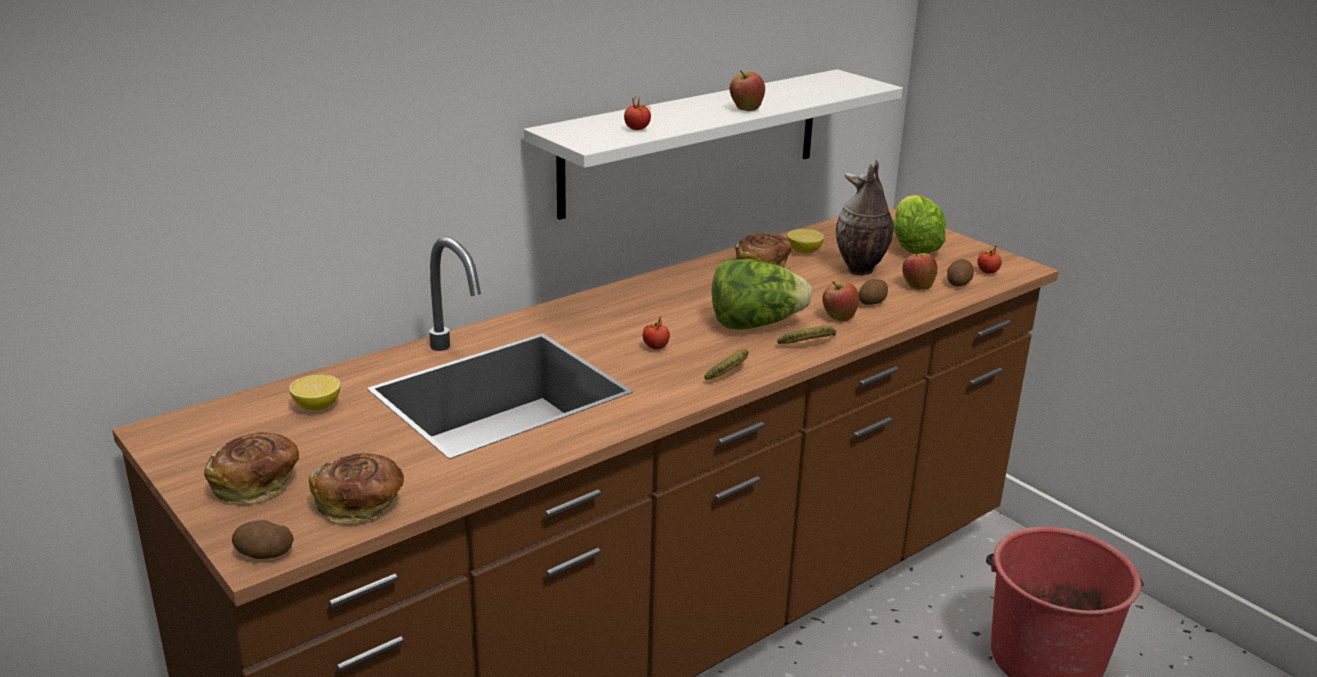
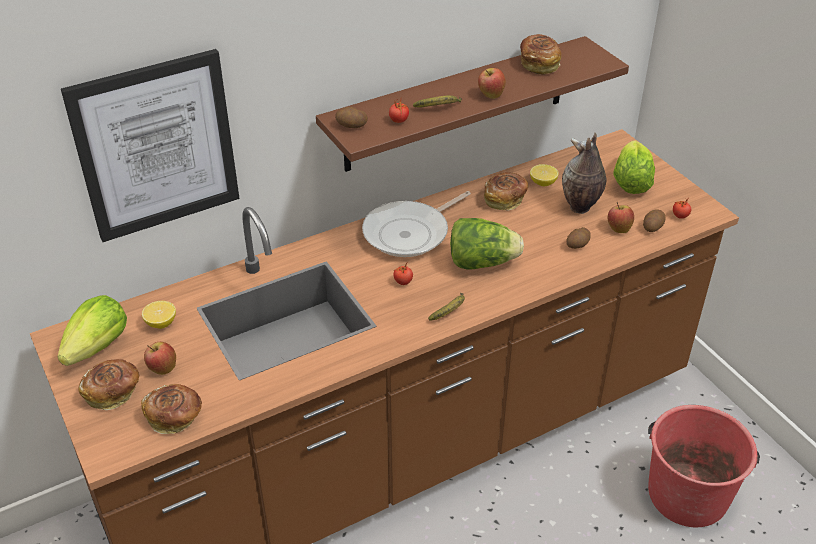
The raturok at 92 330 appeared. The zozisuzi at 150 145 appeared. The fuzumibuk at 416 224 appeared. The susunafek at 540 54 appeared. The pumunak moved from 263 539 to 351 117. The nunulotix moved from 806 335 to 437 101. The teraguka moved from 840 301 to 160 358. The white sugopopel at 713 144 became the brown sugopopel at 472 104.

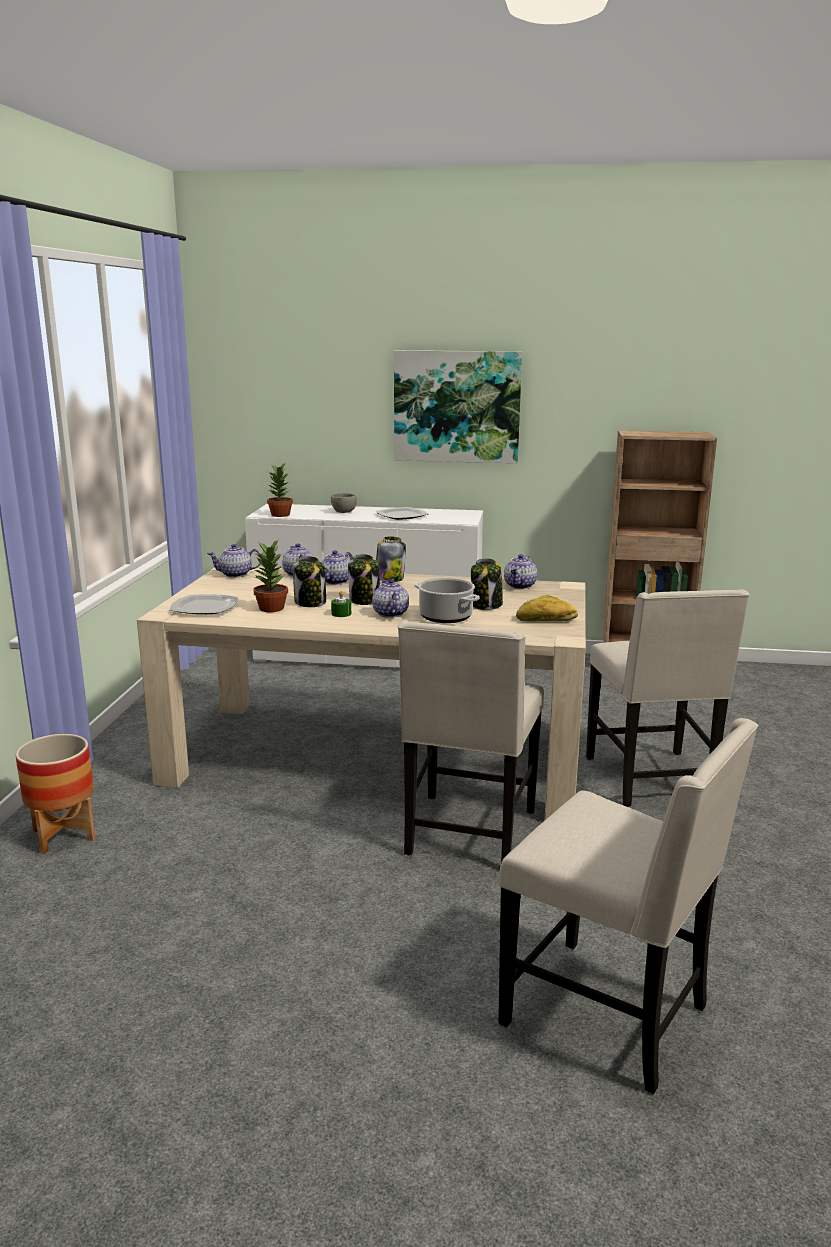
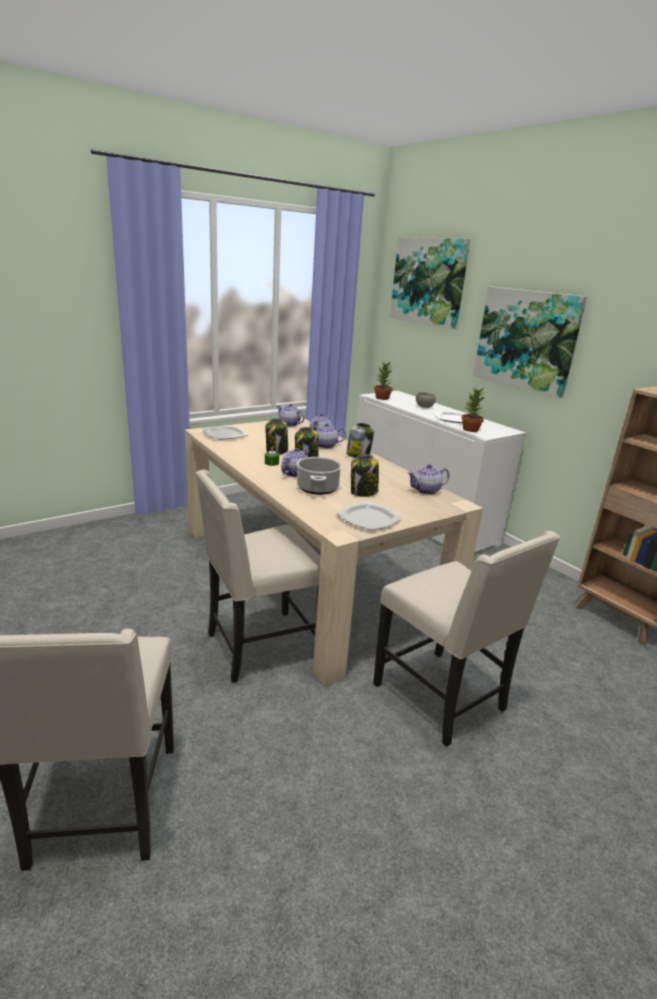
The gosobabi at 55 794 disappeared. The zozisuzi at 430 283 appeared. The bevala moved from 270 576 to 473 409. The susunafek at 547 608 was replaced by the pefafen at 369 516. The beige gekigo at 668 698 turned 75 degrees counterclockwise.

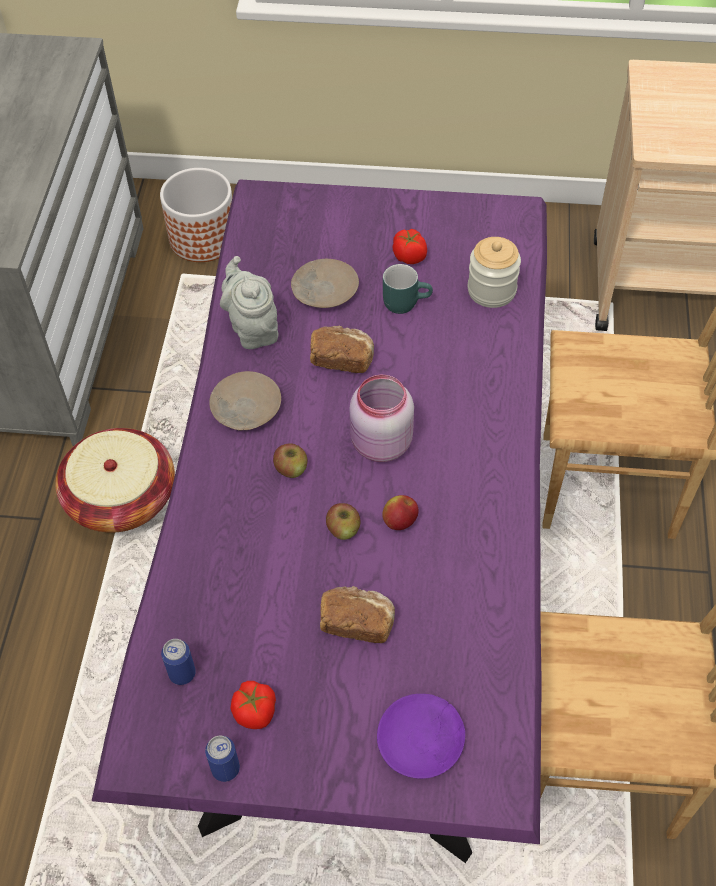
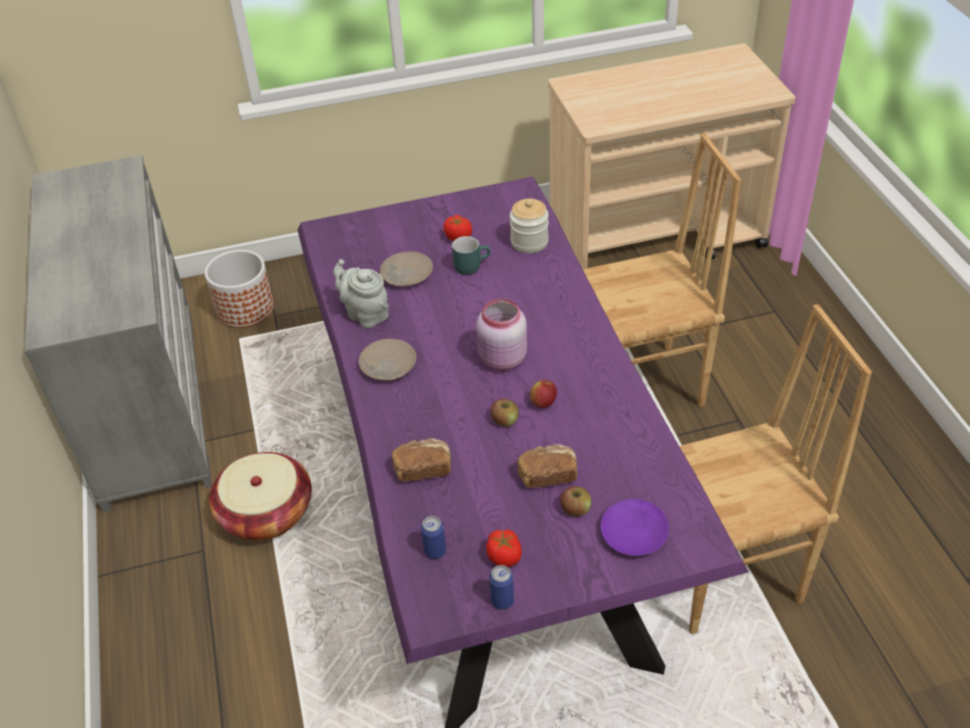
The teraguka moved from 290 460 to 575 501. The susunafek moved from 342 349 to 421 460.

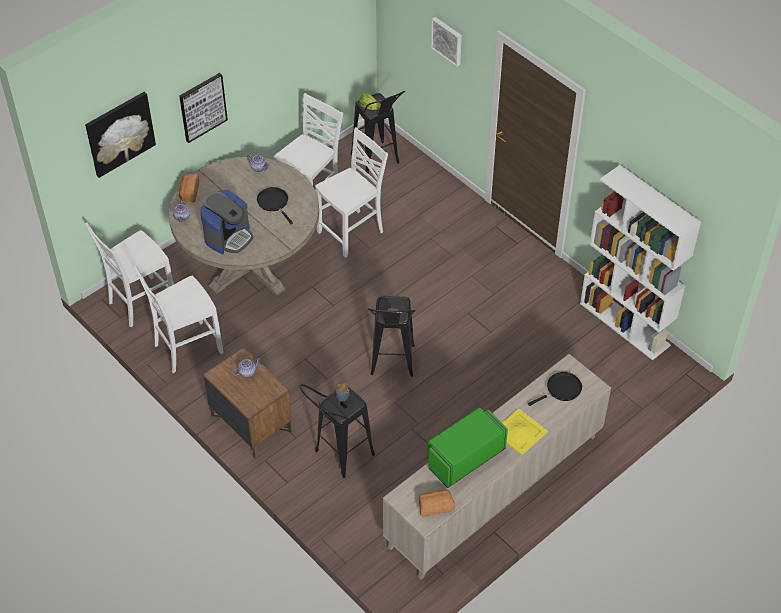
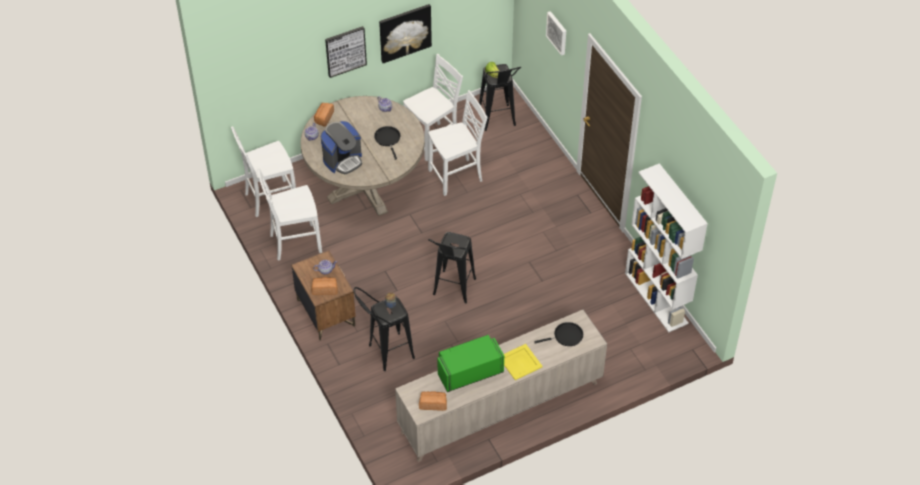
The susunafek at 324 286 appeared. The zozisuzi moved from 120 135 to 405 33.

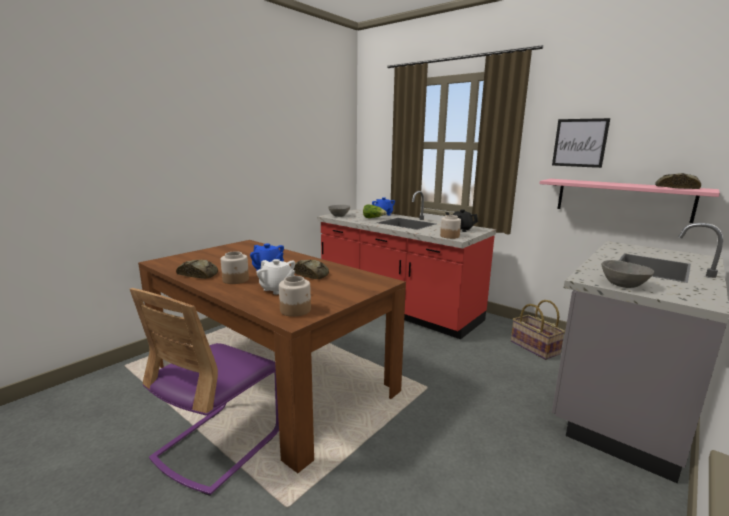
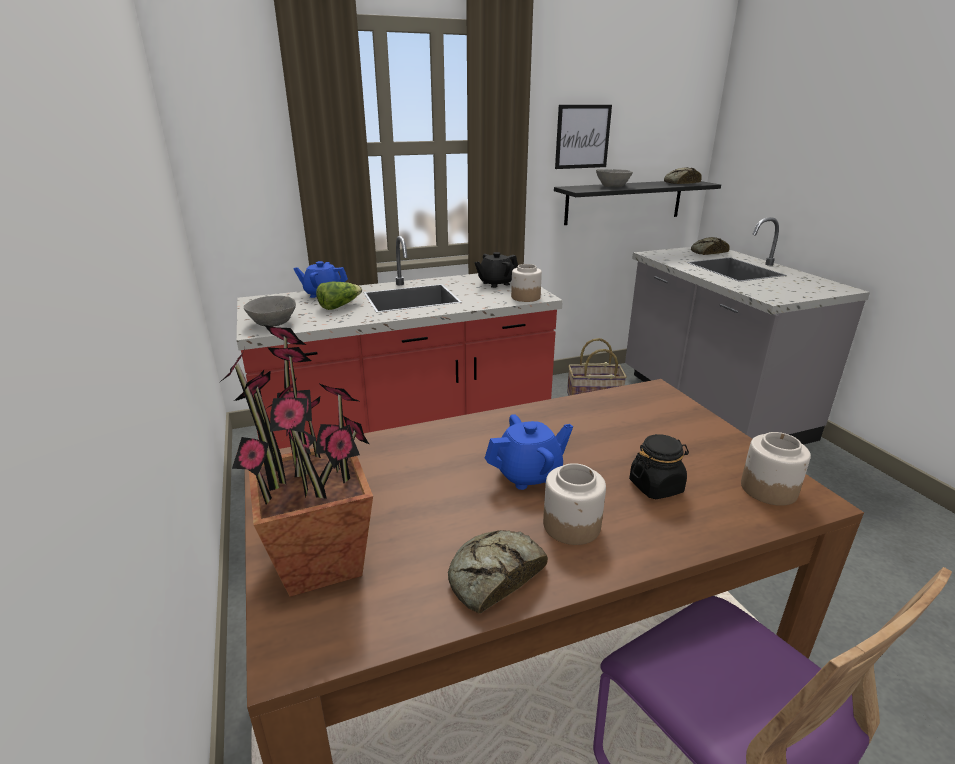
The bevala at 296 461 appeared. The susunafek moved from 311 269 to 710 246. The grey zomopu moved from 628 274 to 614 178. The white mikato at 276 277 was replaced by the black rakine at 659 466. The pink sugopopel at 630 201 became the black sugopopel at 637 203.

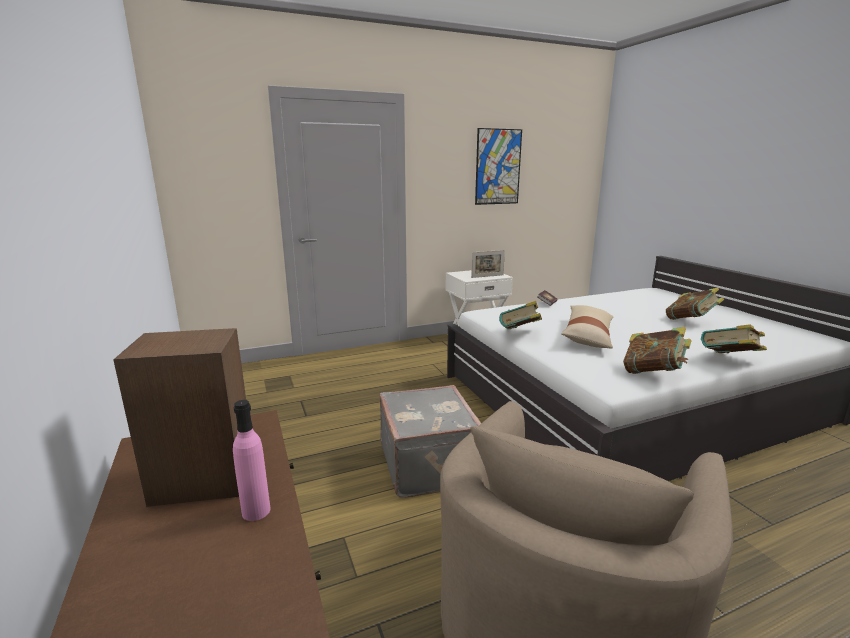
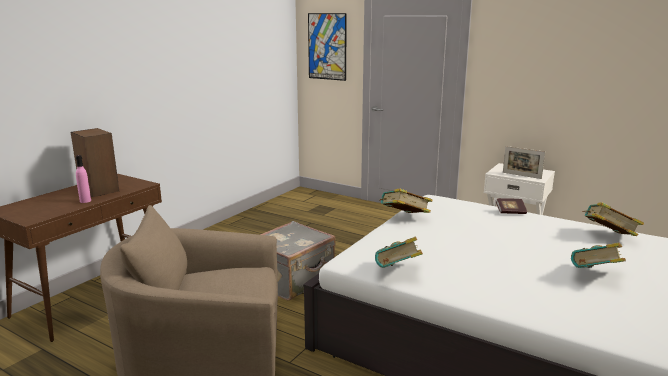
The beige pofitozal at 587 327 disappeared. The zozisuzi moved from 498 166 to 327 47. The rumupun moved from 734 338 to 613 219.

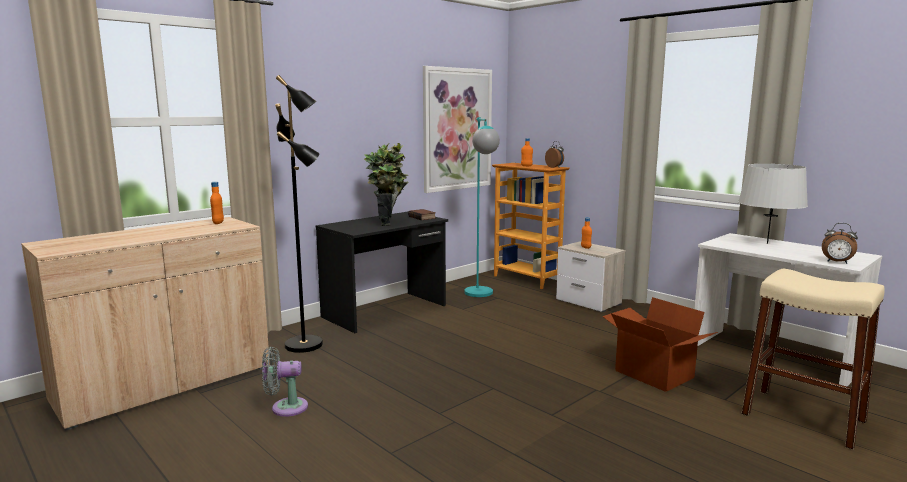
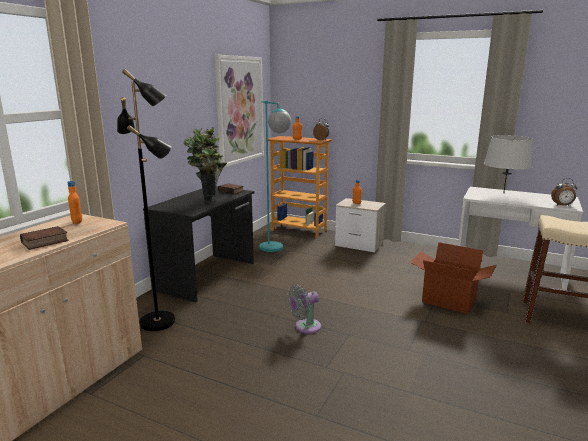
The rumupun at 44 238 appeared. The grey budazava moved from 285 382 to 304 309.

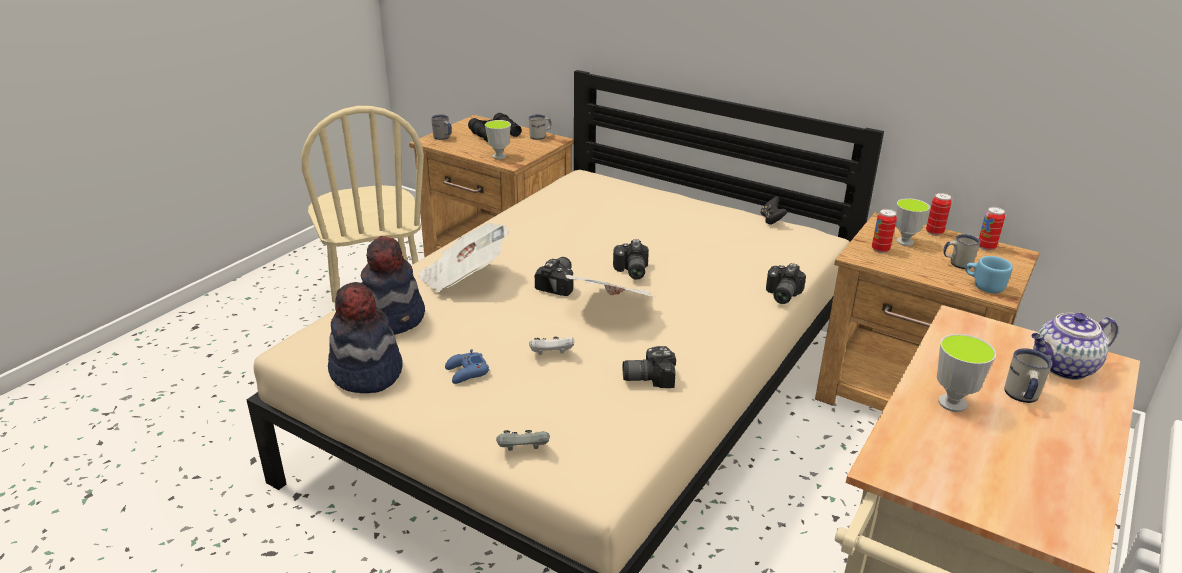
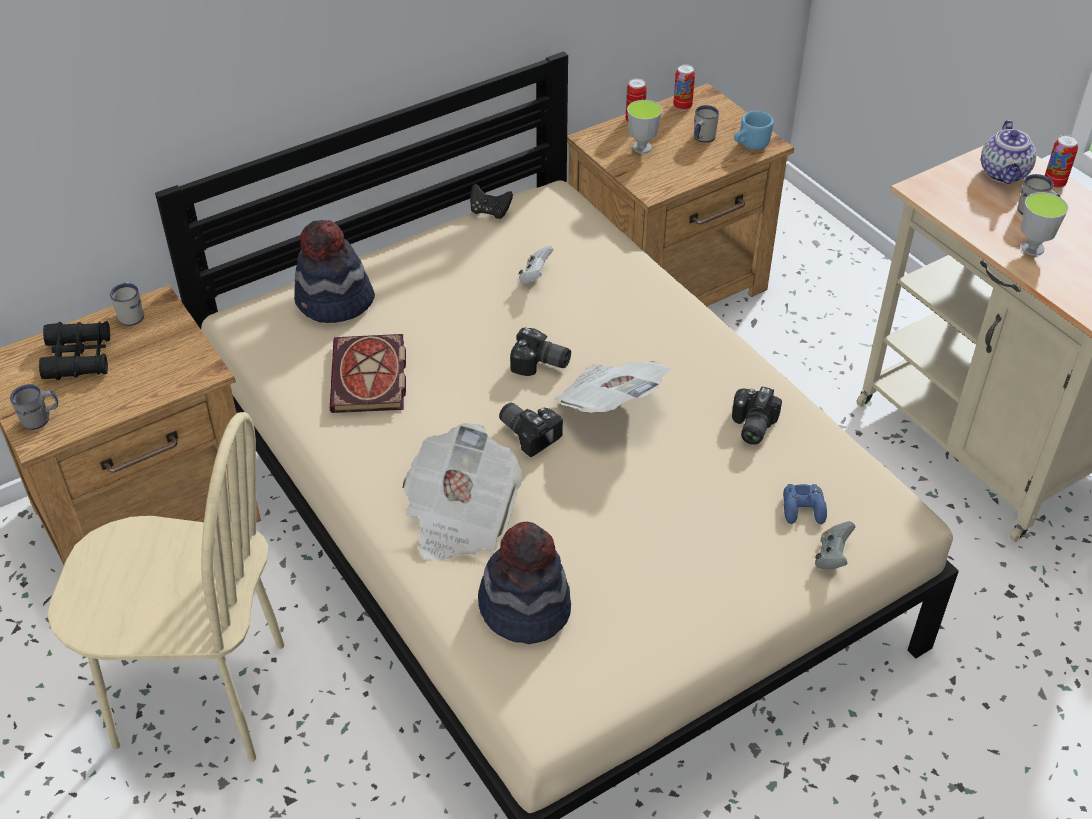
The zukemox at 498 139 disappeared. The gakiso at 786 283 disappeared. The rumupun at 368 373 appeared. The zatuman moved from 365 337 to 334 271. The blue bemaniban moved from 467 366 to 805 504. The white bemaniban moved from 552 346 to 536 265. The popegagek moved from 884 231 to 1061 162.

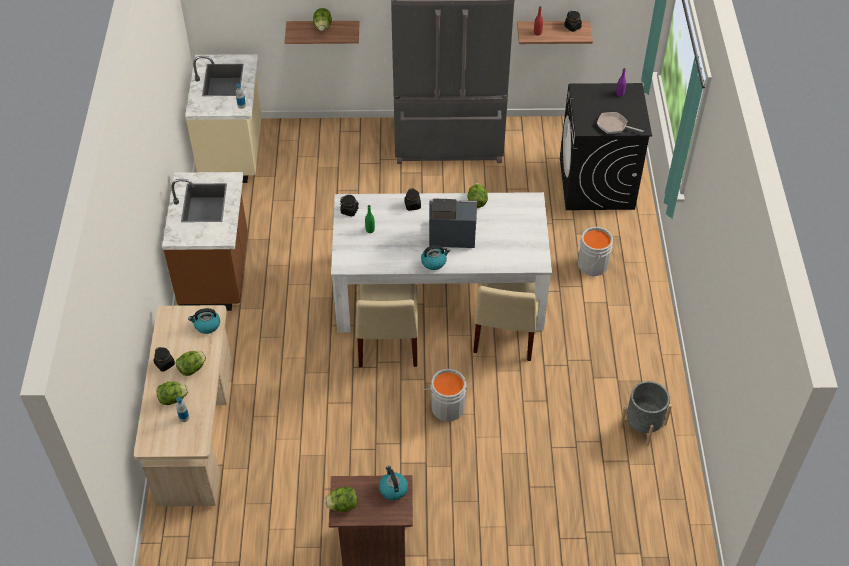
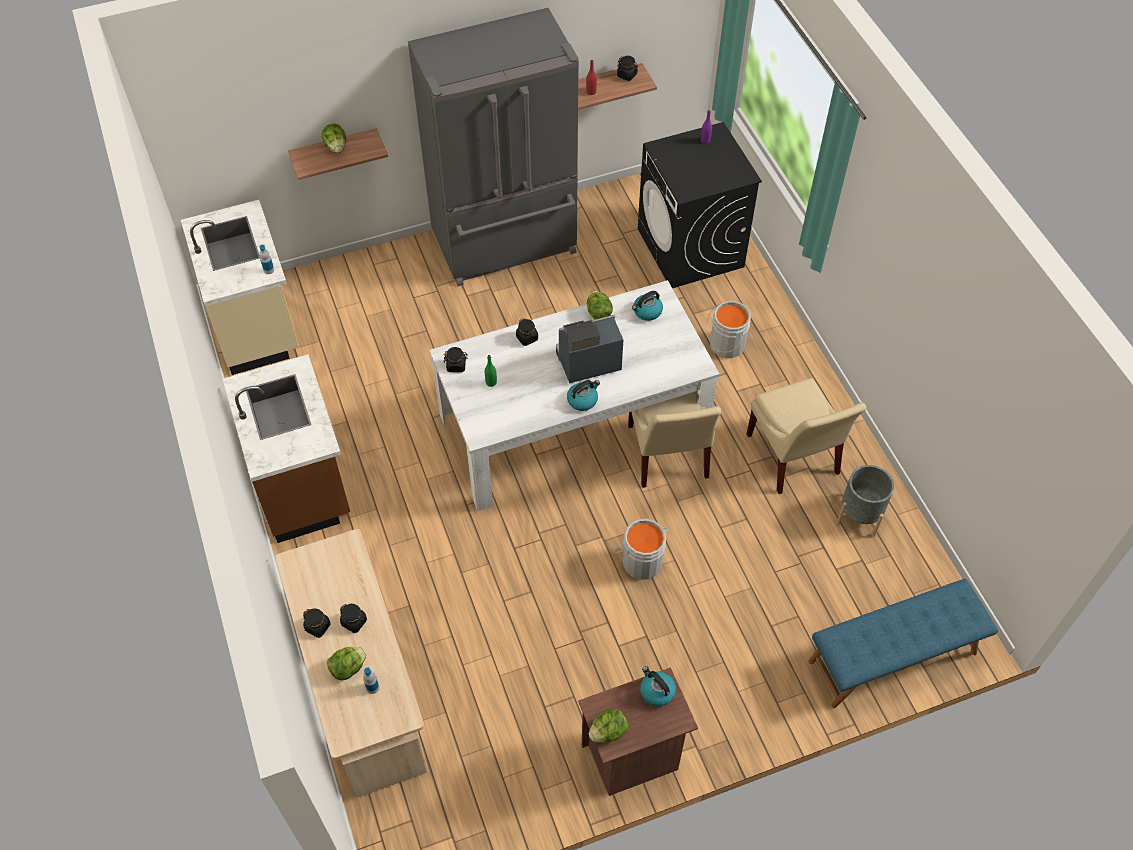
The fuzumibuk at 620 123 disappeared. The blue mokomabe at 903 643 appeared. The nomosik moved from 204 321 to 647 306. The beige gekigo moved from 387 325 to 807 436. The raturok at 191 363 was replaced by the black rakine at 353 618.

